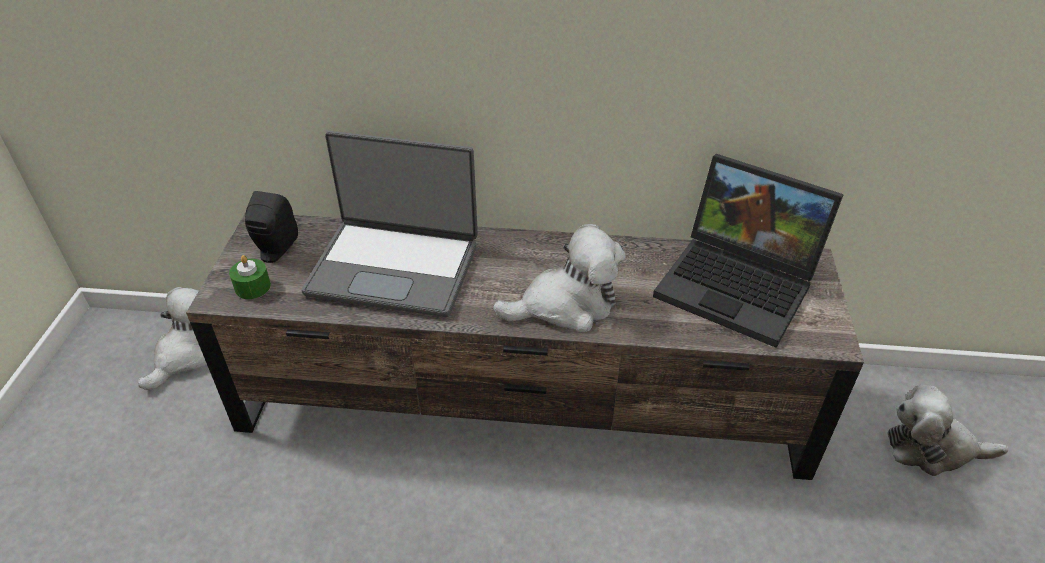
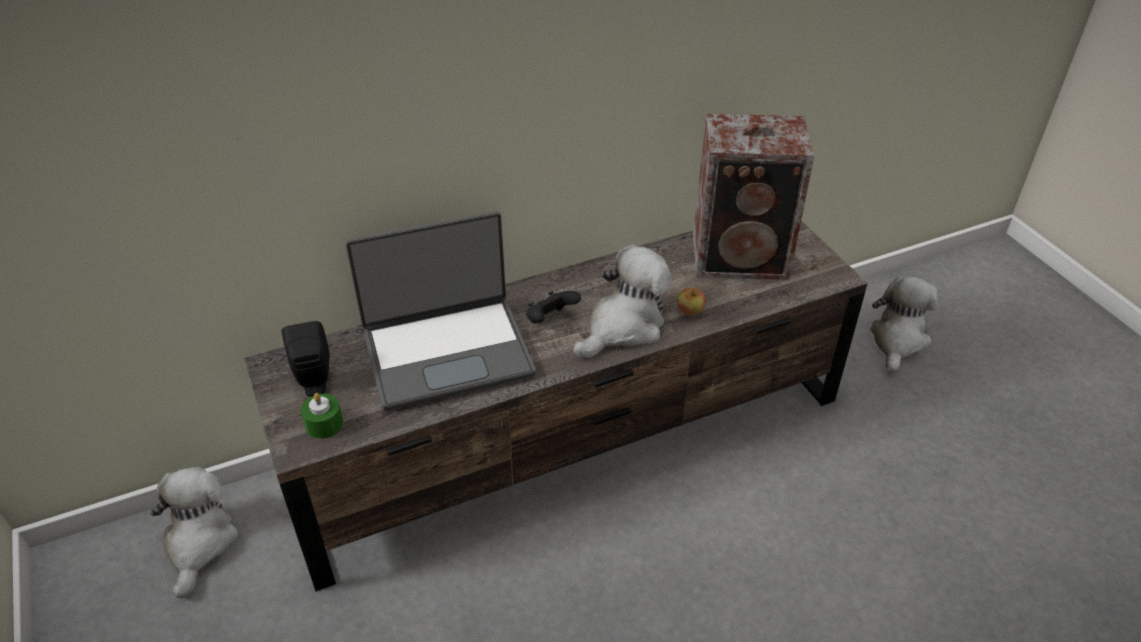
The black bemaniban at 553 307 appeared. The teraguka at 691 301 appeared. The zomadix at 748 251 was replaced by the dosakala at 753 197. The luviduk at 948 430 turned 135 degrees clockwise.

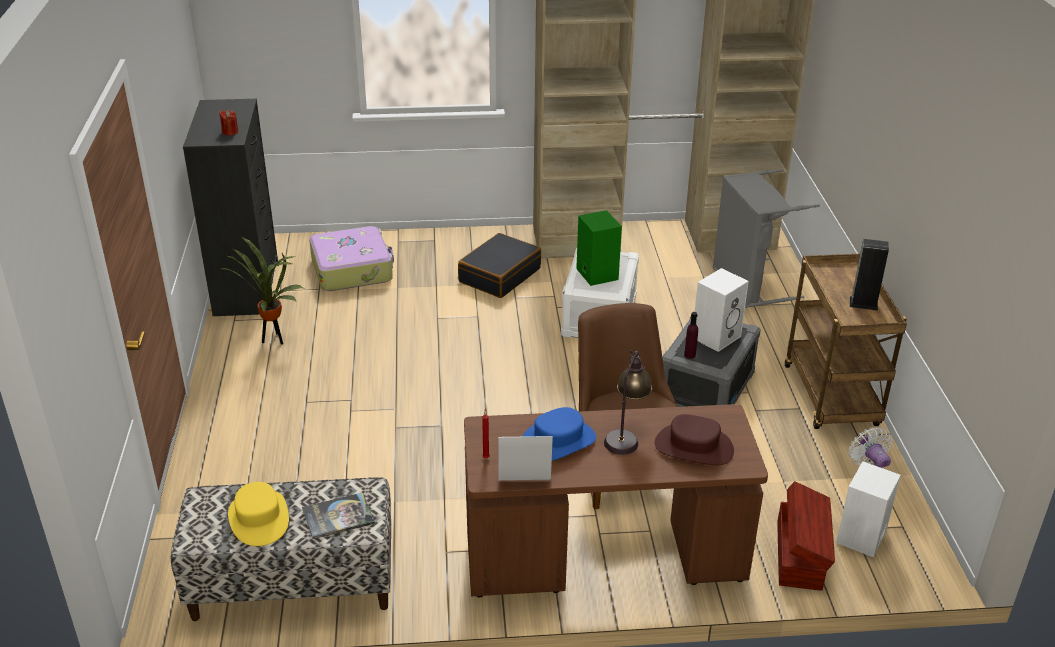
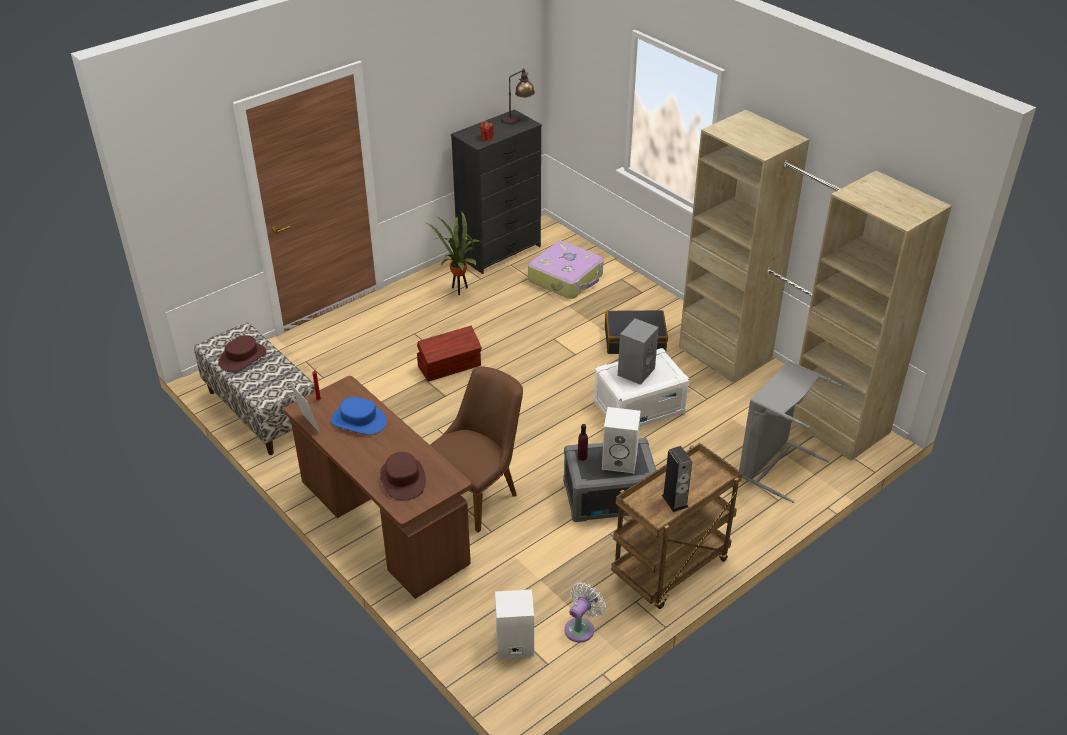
The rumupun at 338 515 disappeared. The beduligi moved from 628 403 to 518 96. The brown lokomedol moved from 806 536 to 449 354. The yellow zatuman at 258 514 became the brown zatuman at 243 353. The green dosakala at 599 248 became the grey dosakala at 638 351.

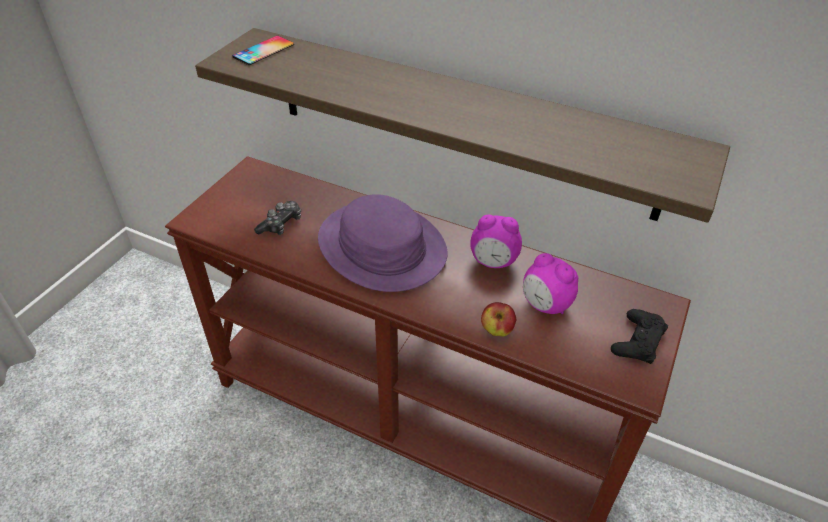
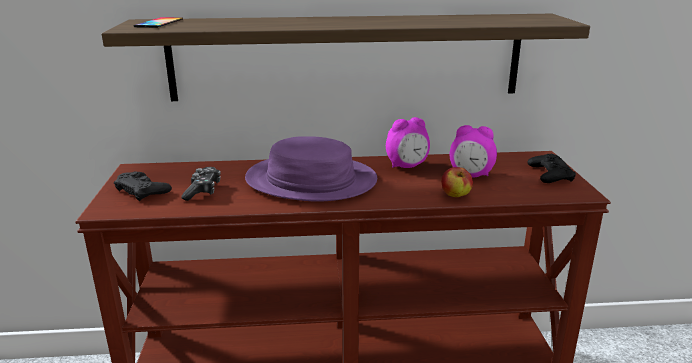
The black bemaniban at 143 186 appeared.

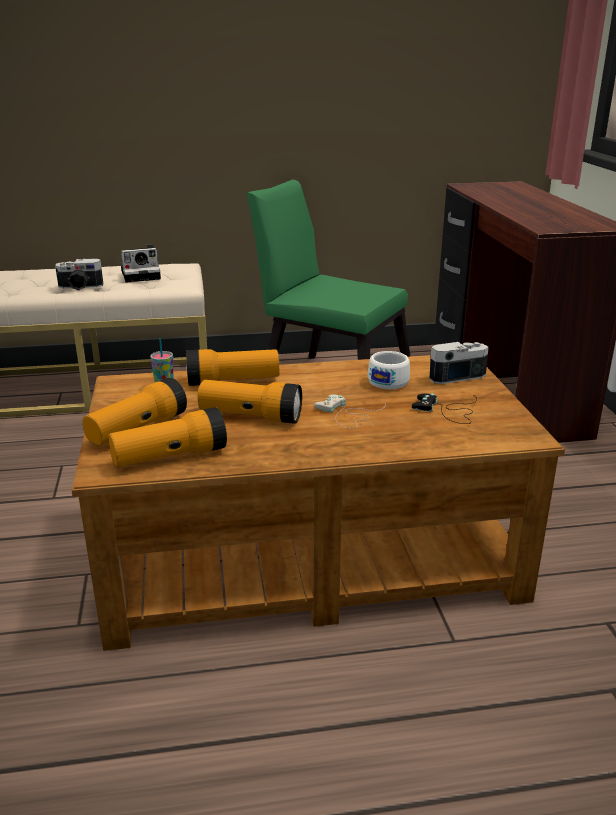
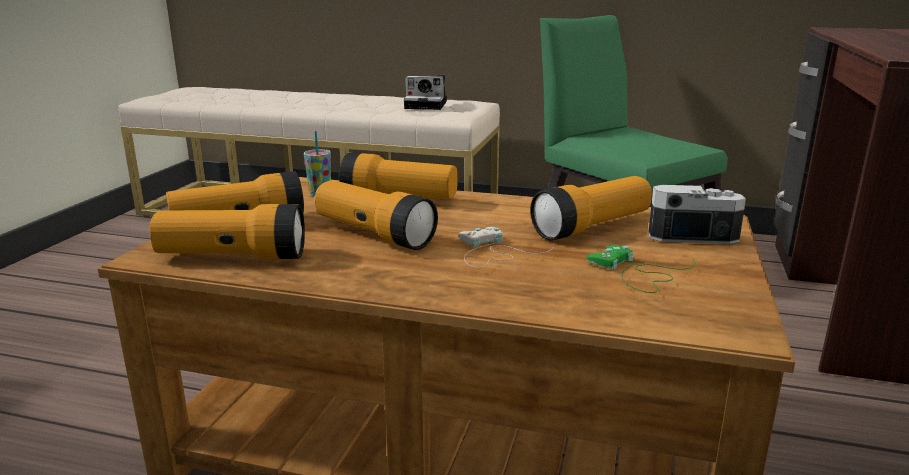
The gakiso at 79 274 disappeared. The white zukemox at 389 370 was replaced by the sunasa at 591 208. The black bemaniban at 444 408 became the green bemaniban at 641 269.

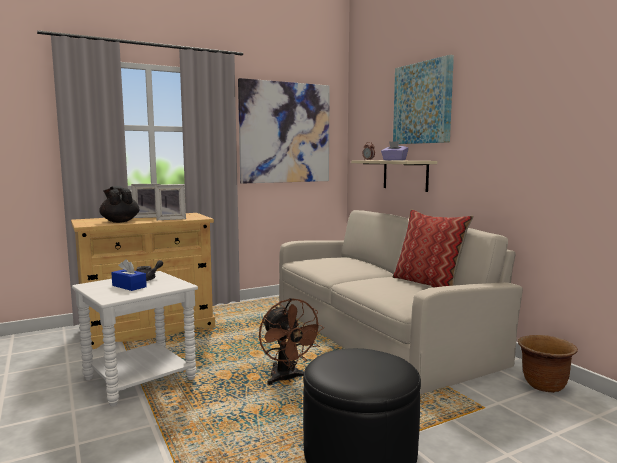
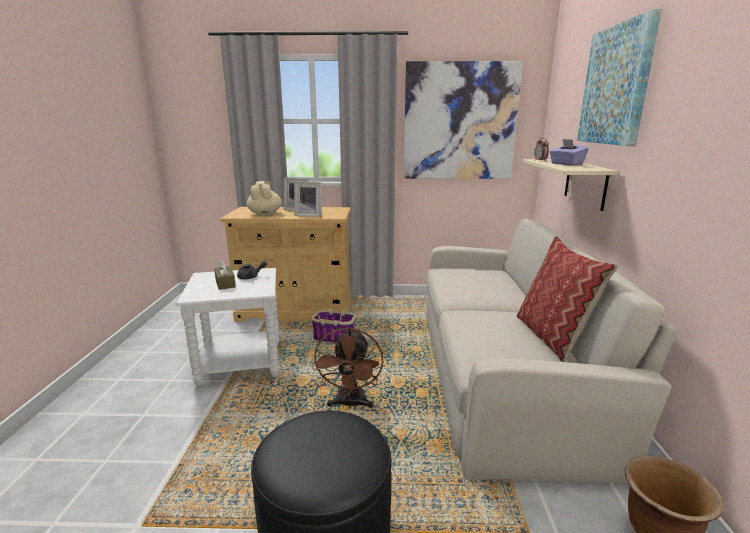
The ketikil at 333 313 appeared. The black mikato at 119 204 became the beige mikato at 264 198. The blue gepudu at 129 275 became the brown gepudu at 225 275.

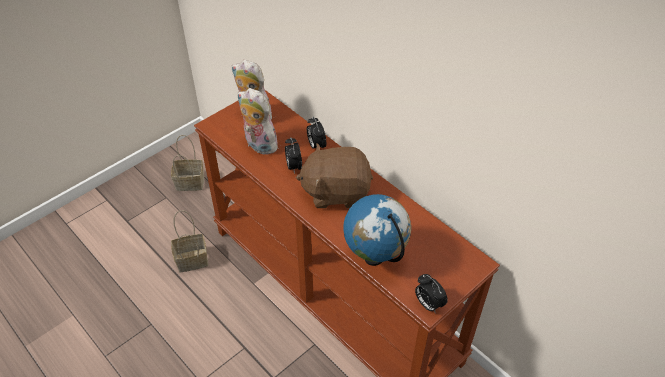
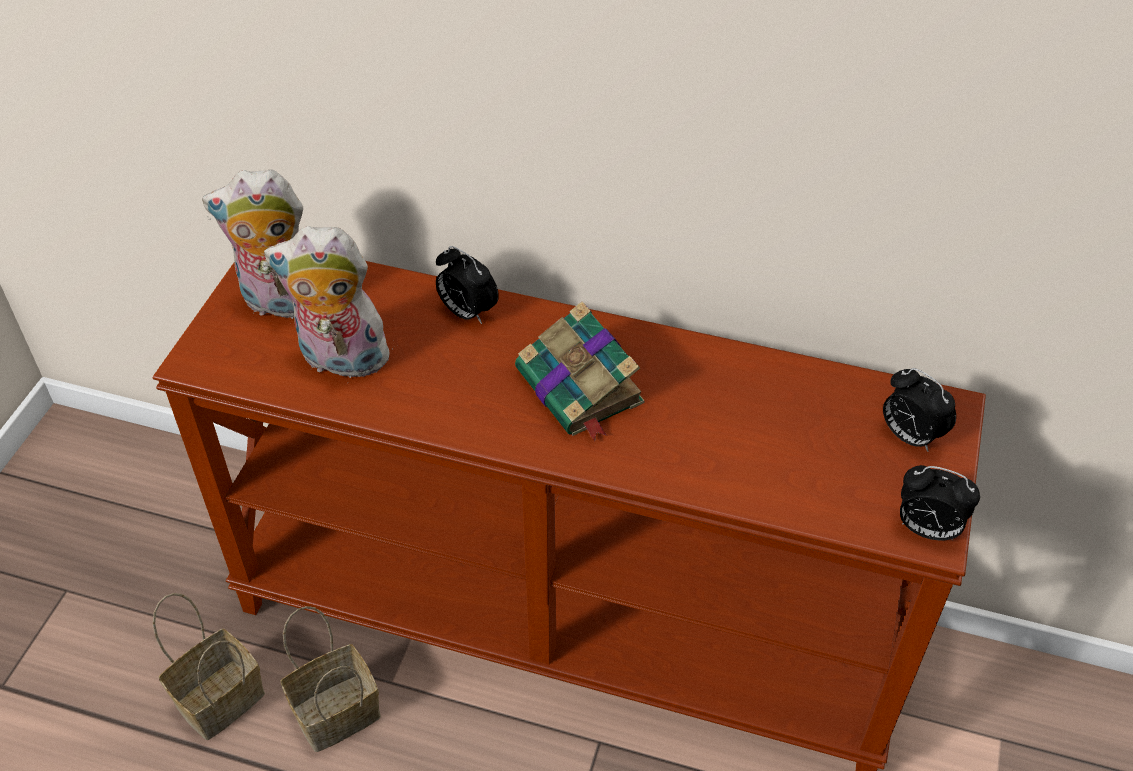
The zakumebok at 377 230 disappeared. The ketikil moved from 187 163 to 330 679. The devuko moved from 293 156 to 919 409. The brown luviduk at 334 175 was replaced by the rumupun at 580 371.

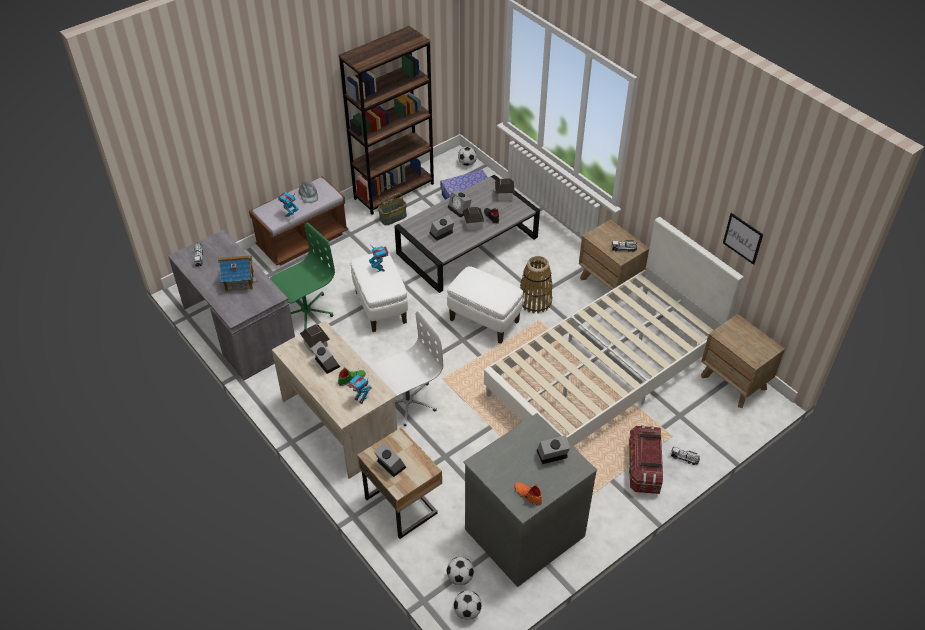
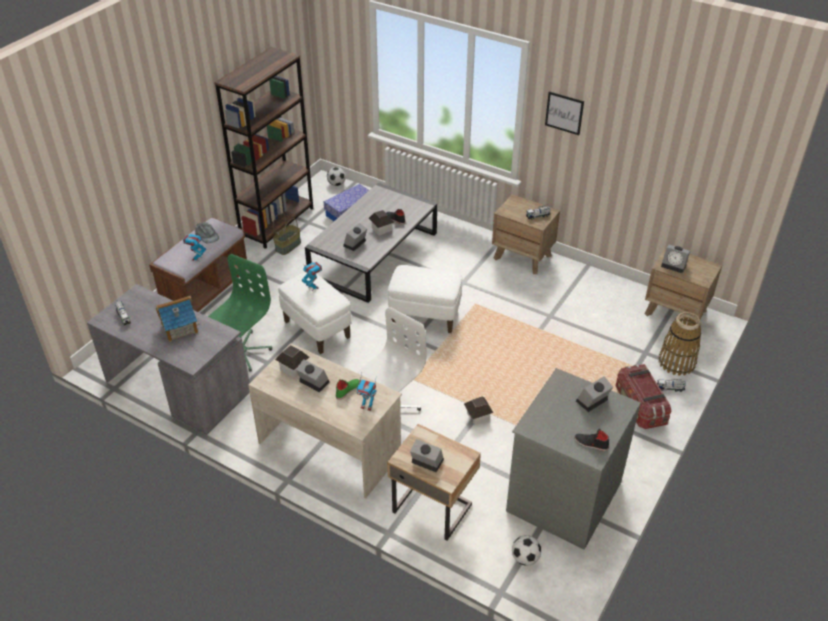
The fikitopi at 468 605 disappeared. The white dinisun at 613 331 disappeared. The devuko moved from 460 204 to 675 259. The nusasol moved from 505 189 to 478 411. The ketikil moved from 536 284 to 680 344. The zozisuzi moved from 743 239 to 564 113. The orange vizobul at 528 494 became the black vizobul at 592 440.

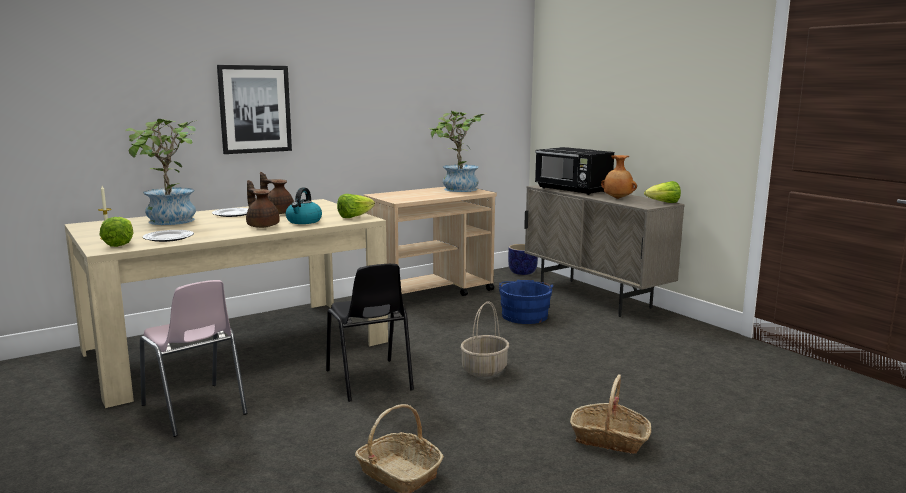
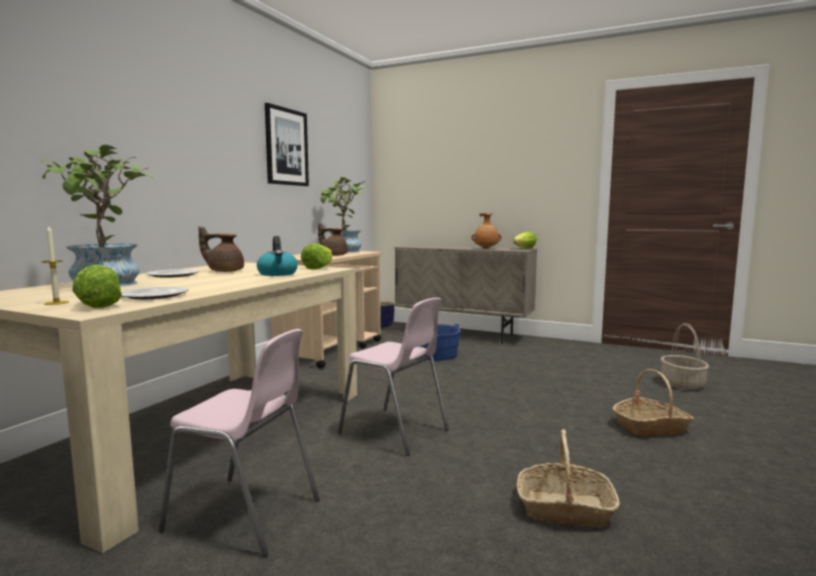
The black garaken at 574 171 disappeared. The zozisuzi moved from 254 109 to 287 144. The brown mikato moved from 263 204 to 333 239. The ketikil moved from 484 339 to 684 356. The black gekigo at 370 333 became the pink gekigo at 393 377.

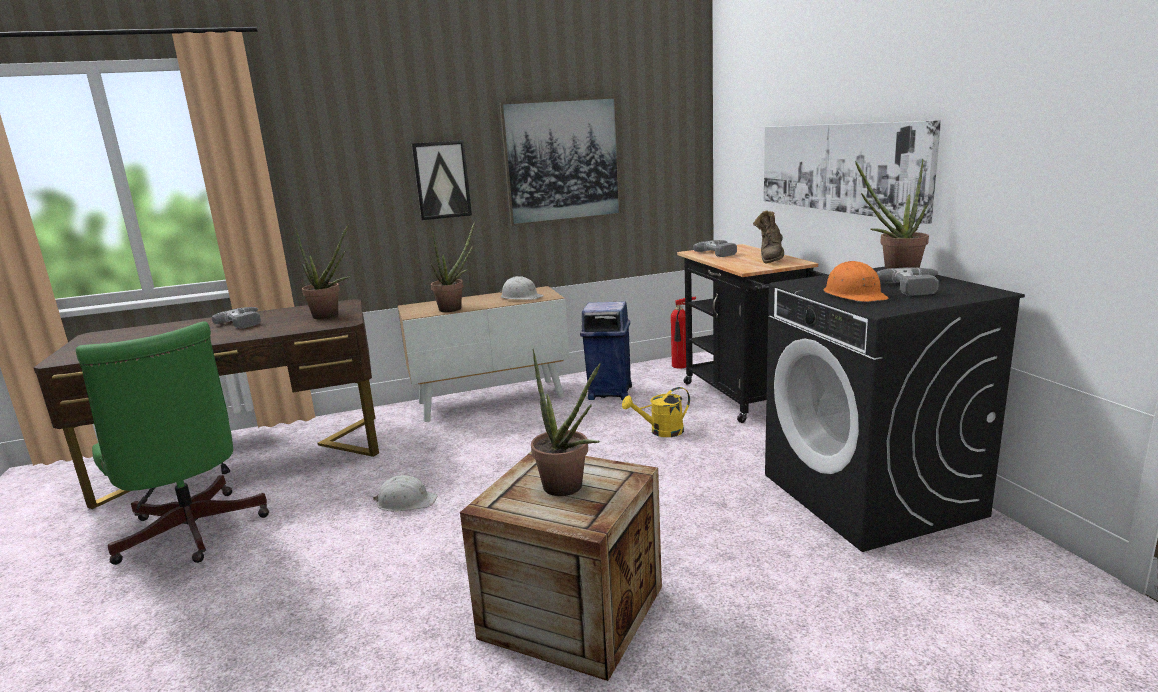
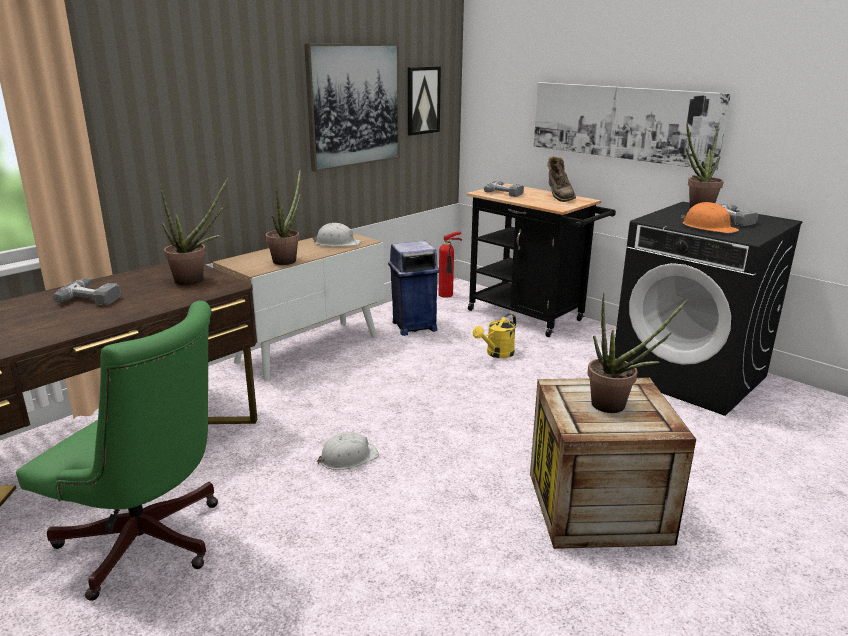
The zozisuzi moved from 442 180 to 424 101.

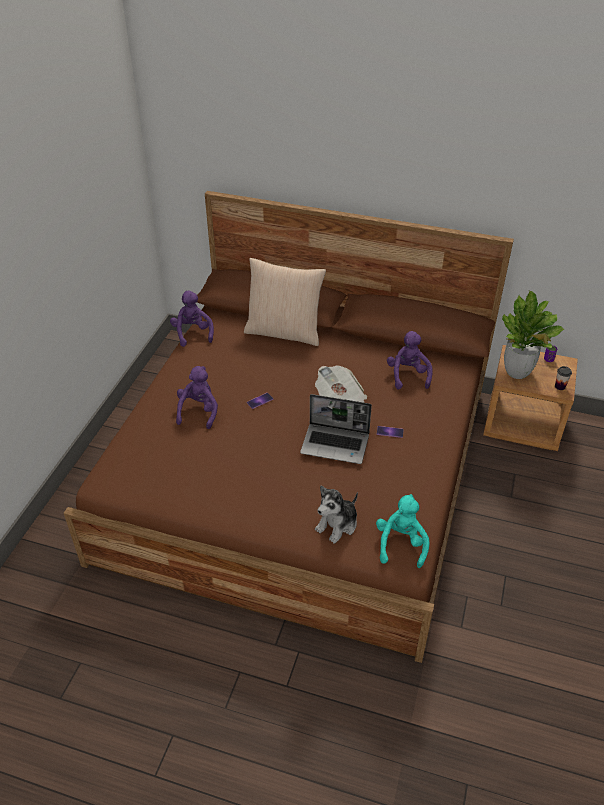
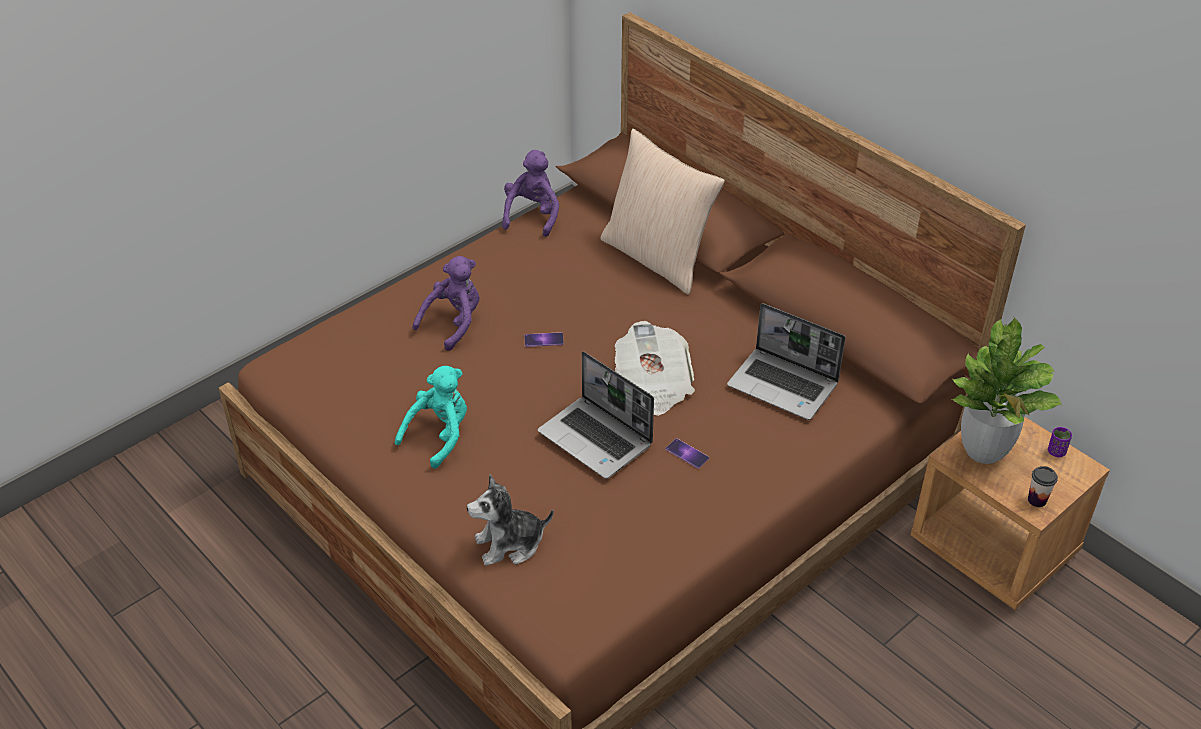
The turquoise luviduk moved from 403 531 to 431 417. The purple luviduk at 410 360 was replaced by the zomadix at 786 361.

